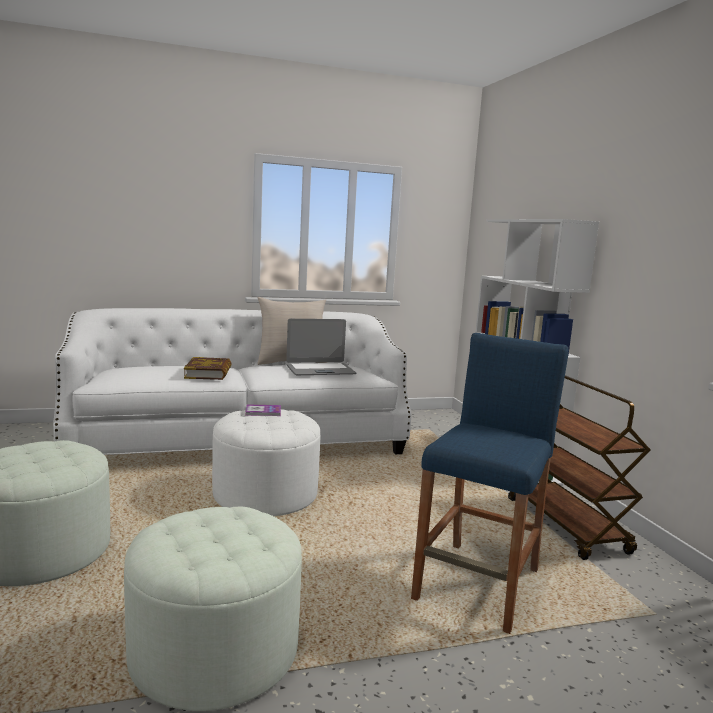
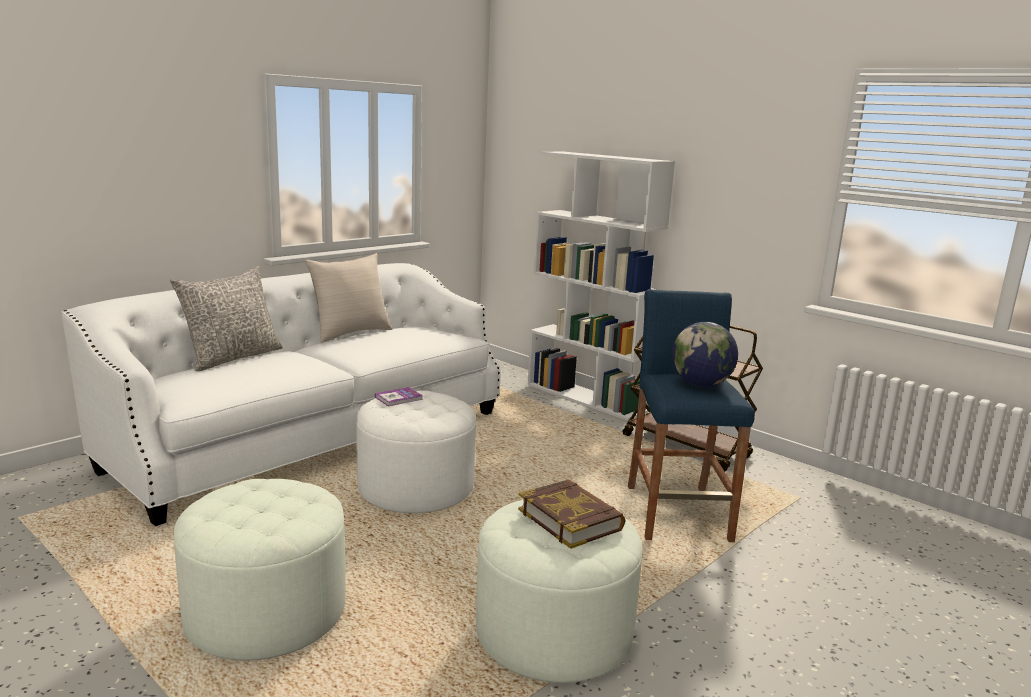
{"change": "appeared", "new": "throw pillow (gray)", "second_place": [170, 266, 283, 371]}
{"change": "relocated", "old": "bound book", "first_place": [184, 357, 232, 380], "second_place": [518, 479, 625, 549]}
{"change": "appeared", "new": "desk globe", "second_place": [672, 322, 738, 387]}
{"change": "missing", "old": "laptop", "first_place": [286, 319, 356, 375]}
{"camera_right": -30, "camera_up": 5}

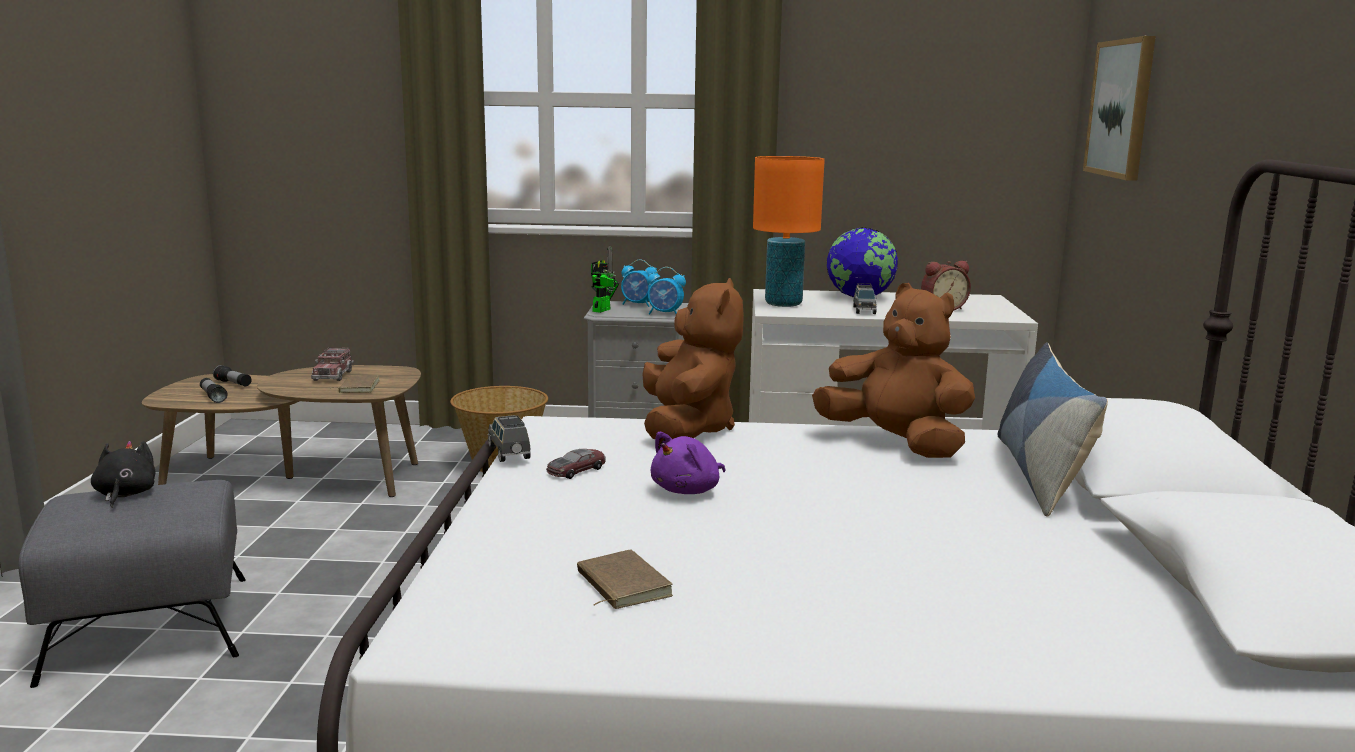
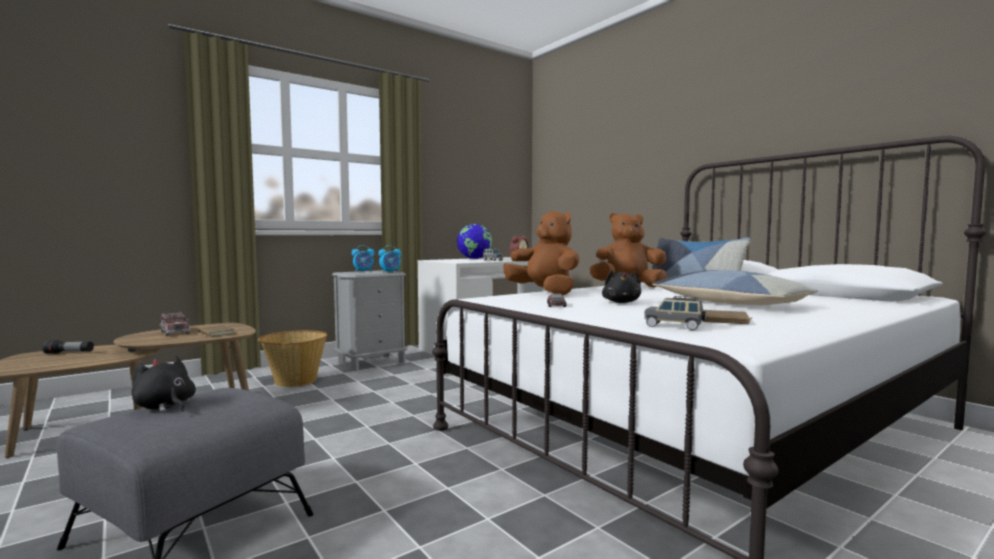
{"change": "colour", "old": "cuddly toy (purplish)", "new": "cuddly toy (black)", "first_place": [651, 431, 726, 494], "second_place": [602, 270, 641, 303]}
{"change": "relocated", "old": "miniature car (gray)", "first_place": [488, 415, 531, 462], "second_place": [644, 296, 706, 330]}
{"change": "appeared", "new": "throw pillow", "second_place": [652, 270, 818, 305]}
{"change": "missing", "old": "torch", "first_place": [200, 378, 228, 403]}
{"change": "missing", "old": "toy robot", "first_place": [591, 246, 619, 313]}
{"change": "missing", "old": "tabletop lamp (orangey)", "first_place": [753, 156, 825, 307]}
{"change": "missing", "old": "wall picture", "first_place": [1083, 36, 1156, 181]}
{"camera_right": -40, "camera_up": -10}

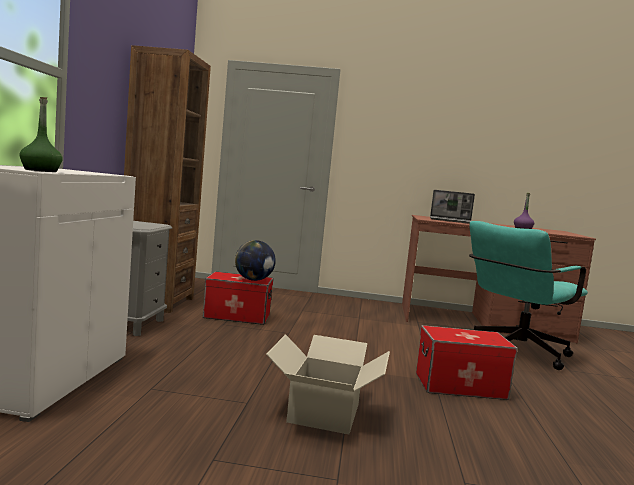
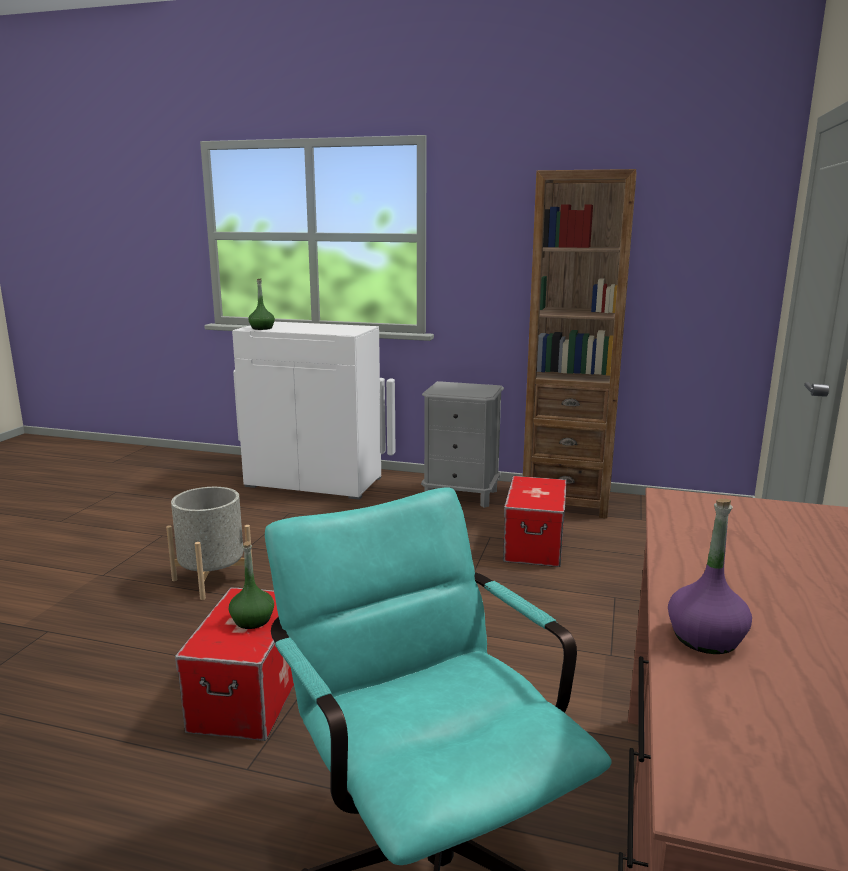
{"change": "exchanged", "old": "packing box", "new": "planter (gray)", "first_place": [266, 335, 390, 434], "second_place": [166, 487, 253, 600]}
{"change": "appeared", "new": "bottle (green)", "second_place": [229, 541, 274, 629]}
{"change": "missing", "old": "desk globe", "first_place": [235, 240, 276, 281]}
{"change": "missing", "old": "laptop", "first_place": [430, 190, 475, 224]}
{"camera_right": 100, "camera_up": 10}

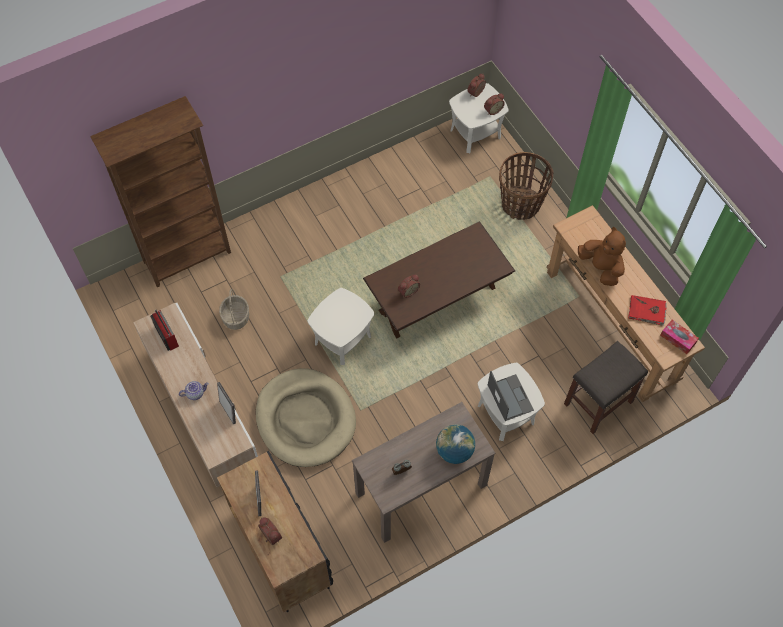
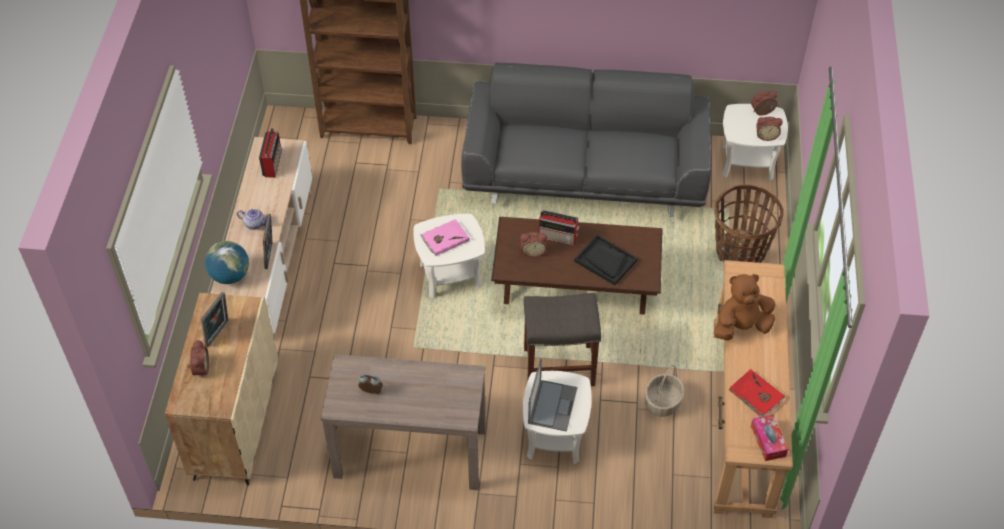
{"change": "colour", "old": "cupboard (black)", "new": "cupboard (sand-coloured)", "first_place": [217, 451, 333, 612], "second_place": [165, 293, 278, 485]}
{"change": "relocated", "old": "desk globe", "first_place": [436, 424, 476, 464], "second_place": [205, 241, 249, 284]}
{"change": "appeared", "new": "bound book (pink)", "second_place": [420, 219, 470, 256]}
{"change": "appeared", "new": "sofa (gray)", "second_place": [461, 63, 711, 217]}
{"change": "relocated", "old": "stool (gray)", "first_place": [564, 341, 648, 434], "second_place": [524, 293, 601, 386]}
{"change": "appeared", "new": "radio receiver", "second_place": [539, 210, 579, 246]}
{"change": "appeared", "new": "carrying tray (black)", "second_place": [574, 235, 638, 285]}
{"change": "relocated", "old": "household basket", "first_place": [219, 289, 249, 330], "second_place": [645, 365, 685, 417]}
{"change": "spun", "old": "cuddly toy (brown)", "first_place": [578, 227, 626, 286], "second_place": [714, 274, 776, 341], "degrees": -105}
{"change": "missing", "old": "pet bed (sand-coloured)", "first_place": [256, 368, 356, 467]}
{"camera_right": 35, "camera_up": -10}

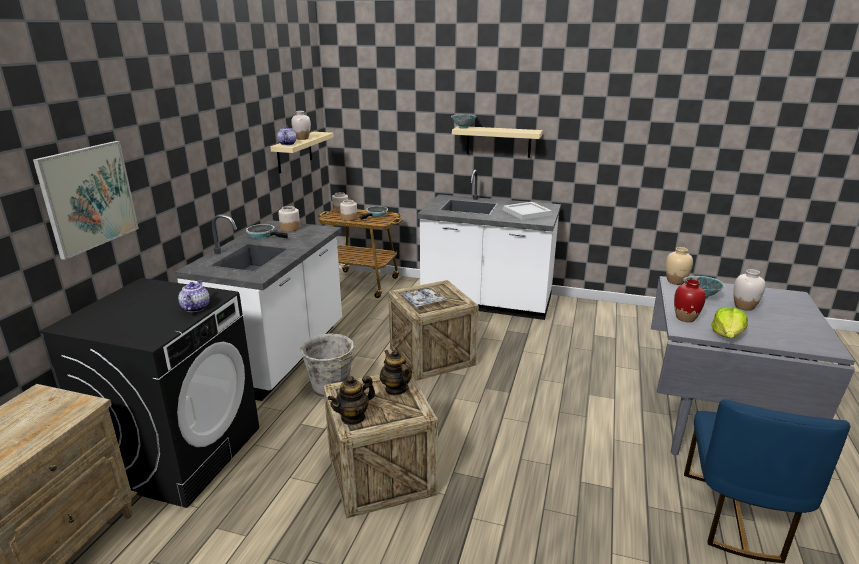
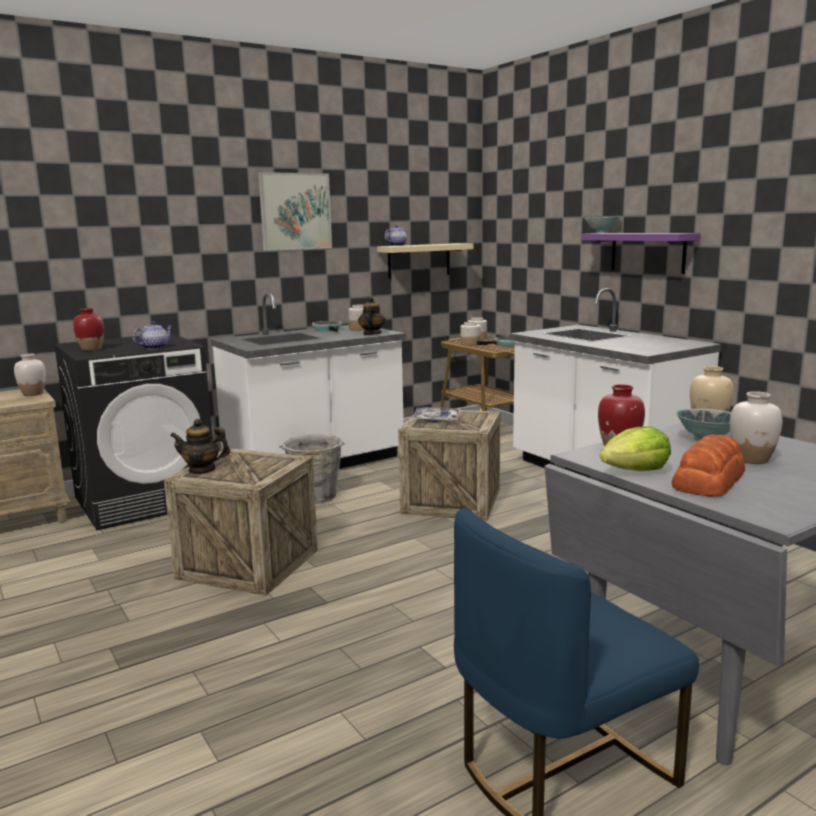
{"change": "relocated", "old": "vase (whitish)", "first_place": [291, 111, 311, 140], "second_place": [14, 354, 46, 396]}
{"change": "appeared", "new": "vase (red)", "second_place": [73, 308, 104, 351]}
{"change": "relocated", "old": "wall picture", "first_place": [33, 141, 139, 260], "second_place": [258, 172, 332, 251]}
{"change": "relocated", "old": "teapot", "first_place": [380, 350, 412, 395], "second_place": [358, 296, 386, 335]}
{"change": "colour", "old": "shelf (sand-coloured)", "new": "shelf (purplish)", "first_place": [452, 126, 543, 158], "second_place": [582, 233, 701, 274]}
{"change": "appeared", "new": "baked bread", "second_place": [671, 434, 745, 497]}
{"change": "missing", "old": "carrying tray (whitish)", "first_place": [503, 202, 552, 220]}
{"camera_right": 40, "camera_up": -10}

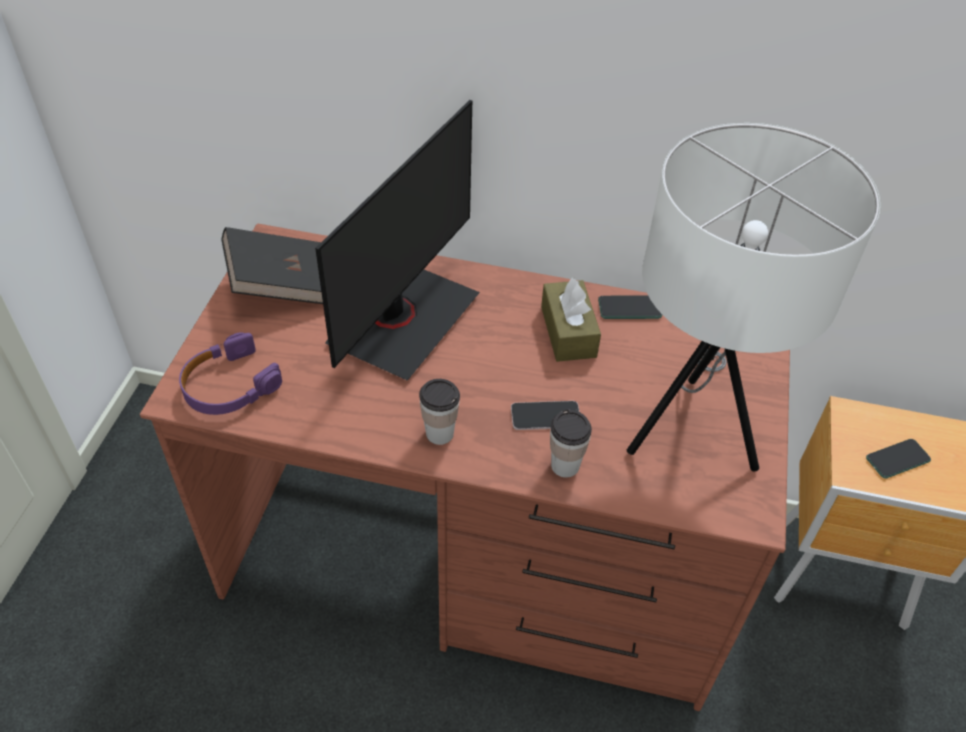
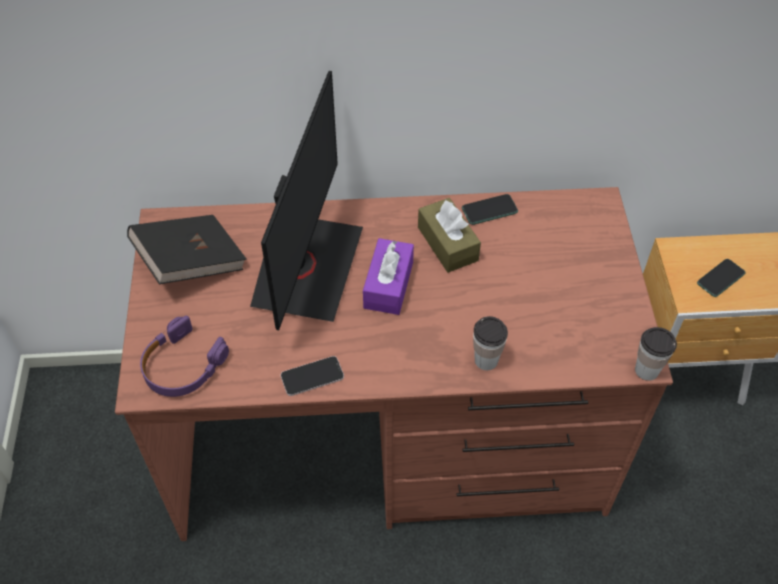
{"change": "relocated", "old": "phone", "first_place": [511, 401, 579, 430], "second_place": [280, 356, 344, 396]}
{"change": "appeared", "new": "box of tissues (purplish)", "second_place": [363, 238, 414, 315]}
{"change": "relocated", "old": "small cup", "first_place": [419, 379, 460, 445], "second_place": [635, 327, 677, 381]}
{"change": "missing", "old": "tabletop lamp (whitish)", "first_place": [627, 123, 880, 472]}
{"camera_right": -15, "camera_up": 5}

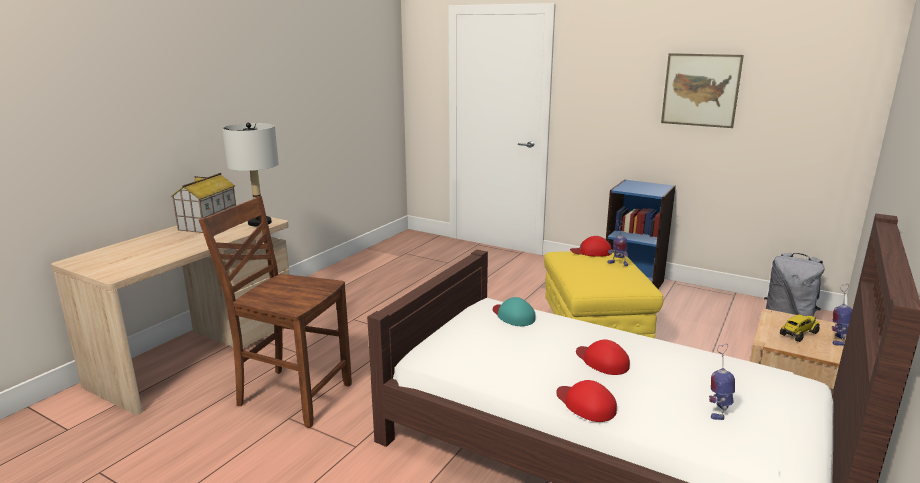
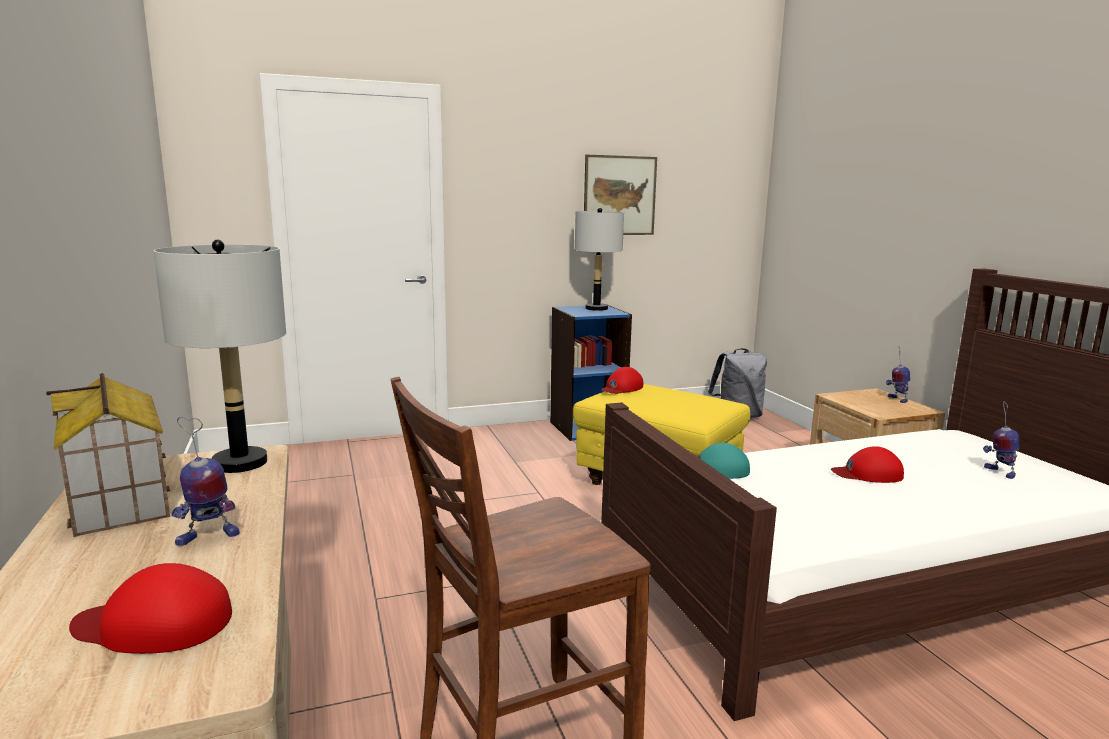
{"change": "relocated", "old": "cap (red)", "first_place": [556, 380, 617, 422], "second_place": [69, 563, 232, 654]}
{"change": "relocated", "old": "toy robot", "first_place": [607, 220, 628, 266], "second_place": [171, 417, 240, 546]}
{"change": "appeared", "new": "tabletop lamp (gray)", "second_place": [575, 208, 624, 311]}
{"change": "missing", "old": "model truck", "first_place": [780, 314, 820, 342]}
{"camera_right": -50, "camera_up": -5}

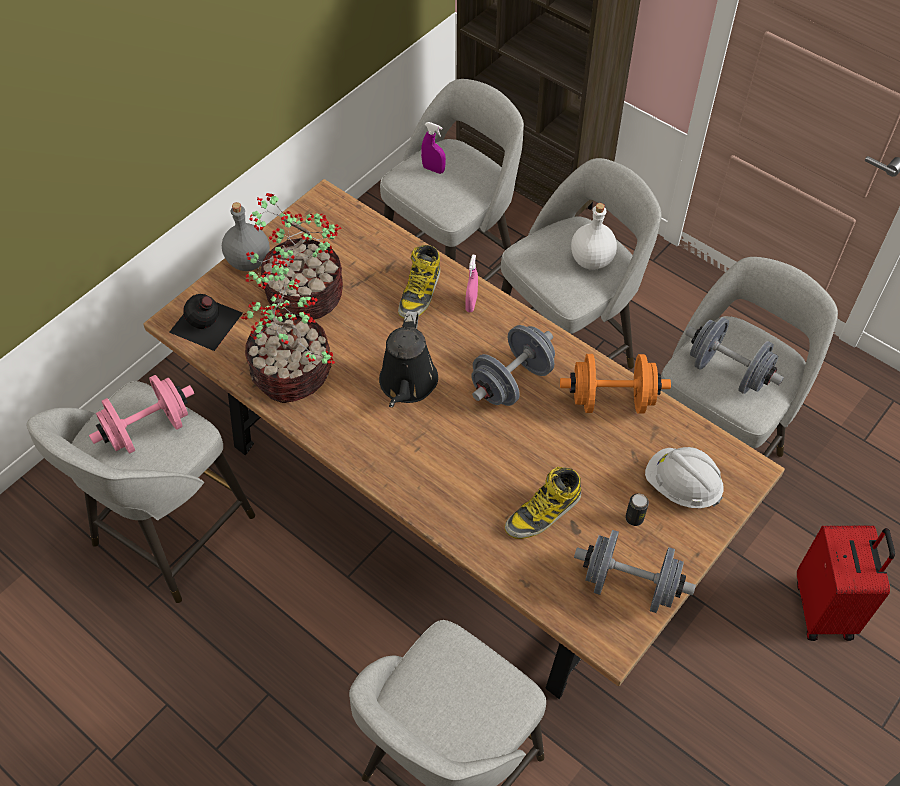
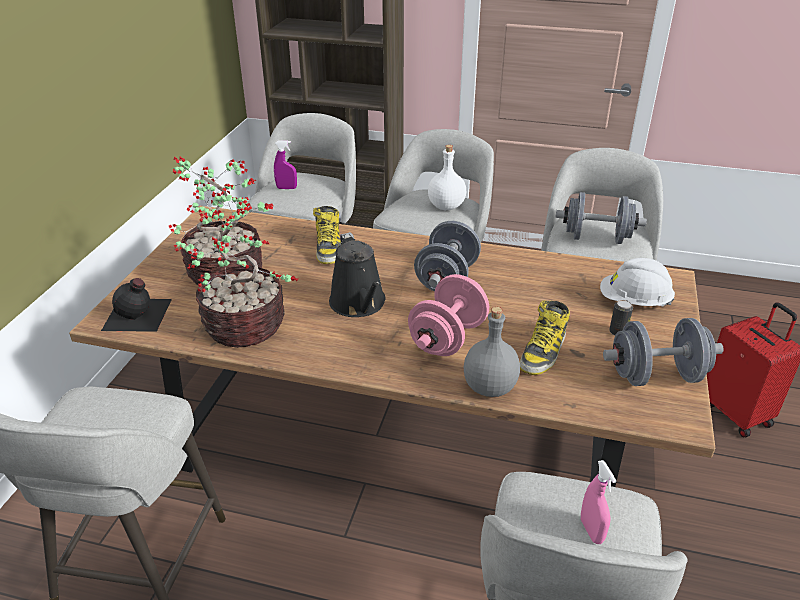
{"change": "relocated", "old": "free weight (pink)", "first_place": [89, 375, 194, 454], "second_place": [408, 274, 489, 356]}
{"change": "relocated", "old": "bottle (gray)", "first_place": [222, 202, 270, 271], "second_place": [464, 307, 520, 397]}
{"change": "relocated", "old": "hand sprayer (pink)", "first_place": [465, 255, 478, 312], "second_place": [581, 460, 616, 544]}
{"change": "missing", "old": "free weight (orangey)", "first_place": [560, 354, 671, 414]}
{"camera_right": -25, "camera_up": -20}

